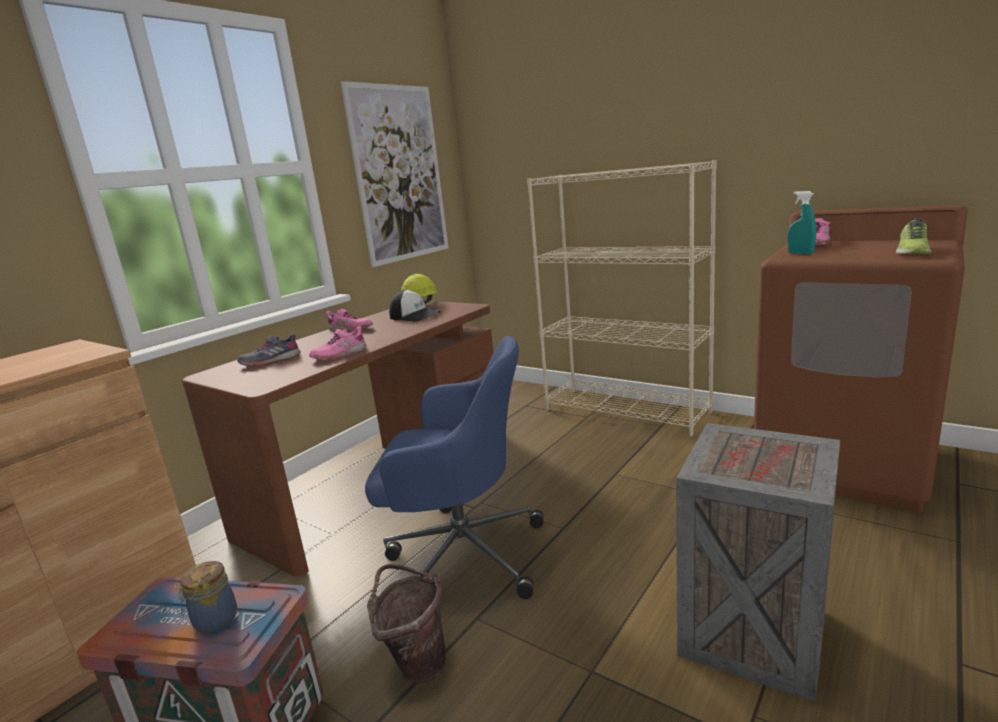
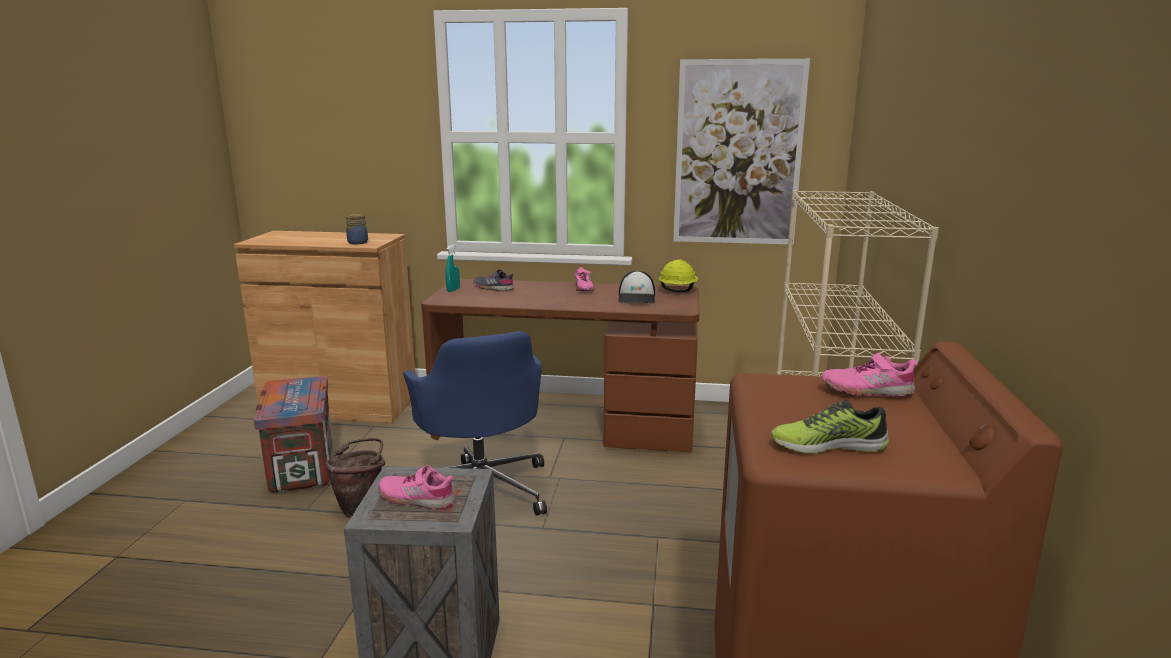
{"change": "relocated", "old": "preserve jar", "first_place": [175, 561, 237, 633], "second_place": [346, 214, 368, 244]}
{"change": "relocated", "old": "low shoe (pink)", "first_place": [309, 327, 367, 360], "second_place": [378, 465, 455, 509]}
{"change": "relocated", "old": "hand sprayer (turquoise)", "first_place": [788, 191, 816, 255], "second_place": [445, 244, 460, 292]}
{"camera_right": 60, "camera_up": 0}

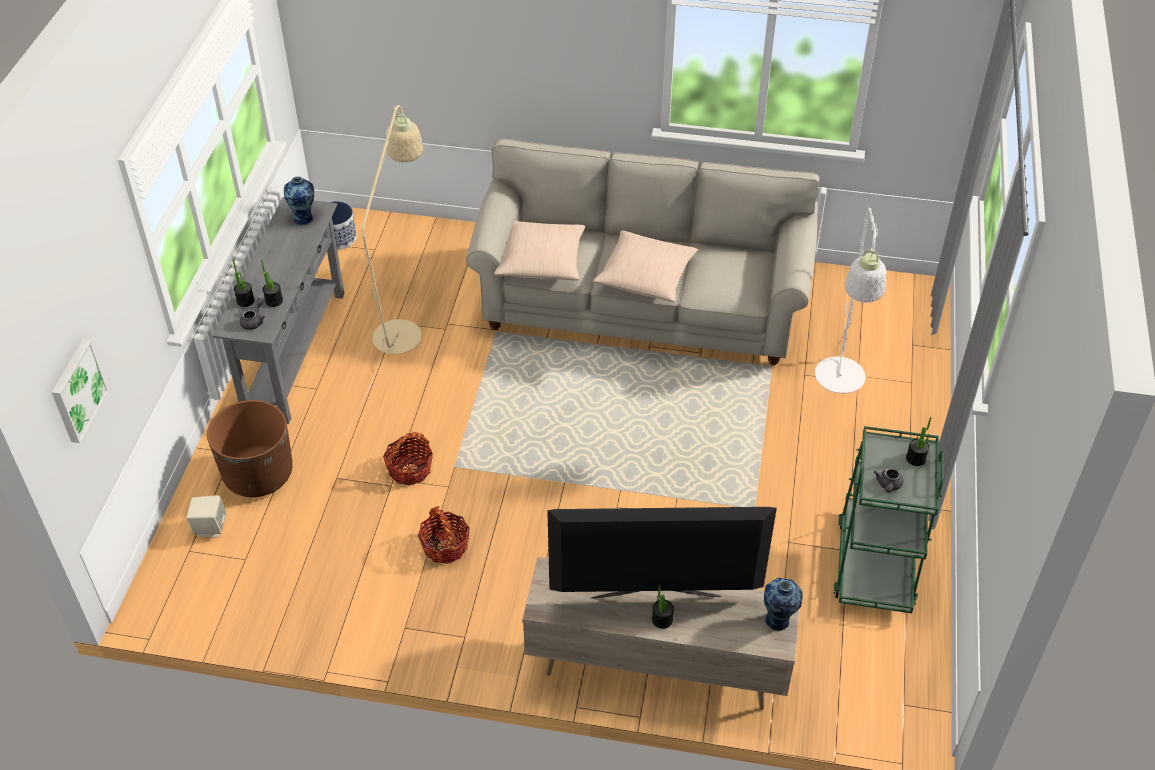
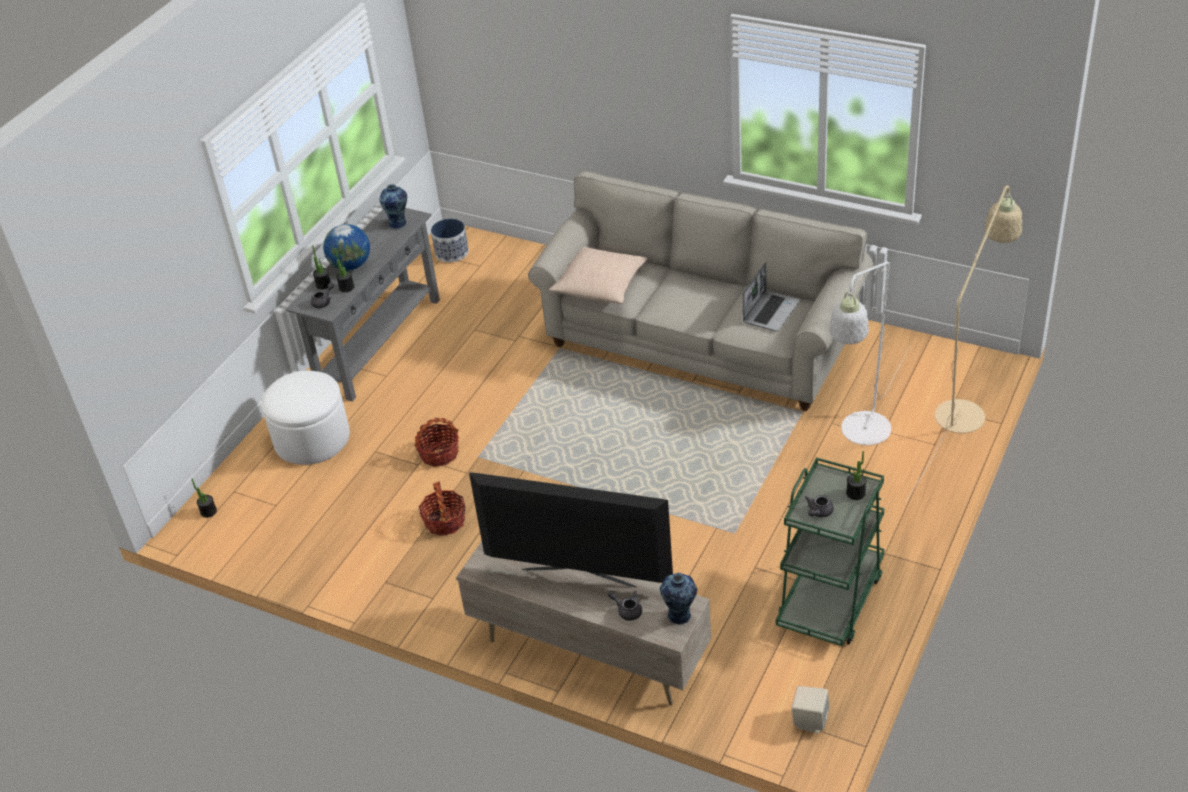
{"change": "relocated", "old": "plant in a pot", "first_place": [652, 585, 674, 629], "second_place": [191, 478, 217, 518]}
{"change": "exchanged", "old": "planter (brown)", "new": "pouffe (whitish)", "first_place": [207, 400, 293, 497], "second_place": [261, 371, 350, 465]}
{"change": "appeared", "new": "desk globe", "second_place": [323, 224, 370, 271]}
{"change": "appeared", "new": "teapot (gray)", "second_place": [608, 591, 642, 621]}
{"change": "appeared", "new": "laptop", "second_place": [743, 262, 800, 332]}
{"change": "relocated", "old": "loudspeaker (sand-coloured)", "first_place": [186, 496, 226, 538], "second_place": [792, 686, 829, 733]}
{"change": "relocated", "old": "standard lamp (sand-coloured)", "first_place": [345, 105, 423, 435], "second_place": [905, 185, 1022, 503]}
{"change": "missing", "old": "wall picture", "first_place": [51, 339, 109, 443]}
{"change": "missing", "old": "throw pillow (sand-coloured)", "first_place": [593, 230, 698, 302]}
{"camera_right": 20, "camera_up": -5}

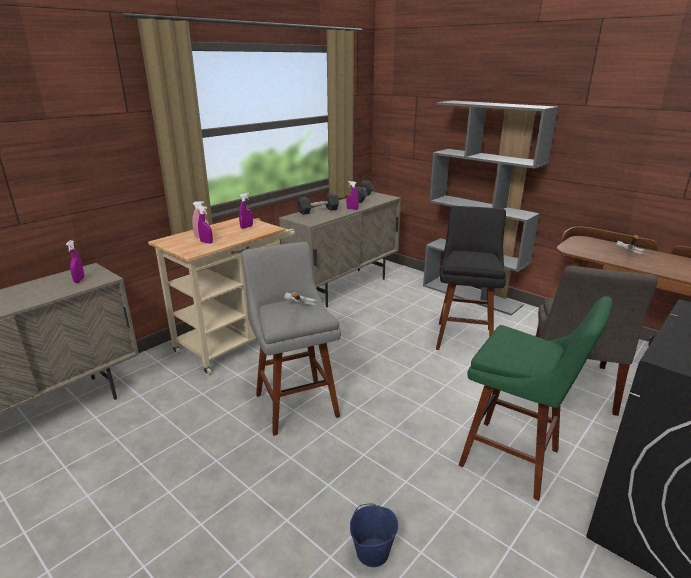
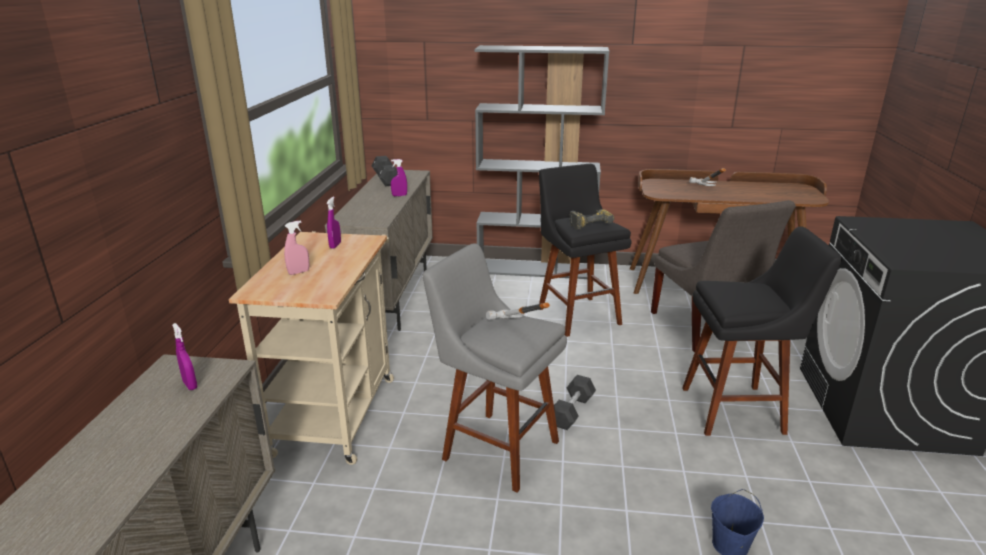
{"change": "relocated", "old": "free weight (black)", "first_place": [297, 193, 339, 215], "second_place": [554, 375, 596, 430]}
{"change": "appeared", "new": "electric drill", "second_place": [570, 209, 614, 230]}
{"change": "colour", "old": "stool (green)", "new": "stool (black)", "first_place": [458, 296, 613, 501], "second_place": [682, 226, 842, 436]}
{"change": "missing", "old": "hand sprayer (purplish)", "first_place": [198, 206, 213, 244]}
{"camera_right": -35, "camera_up": 0}

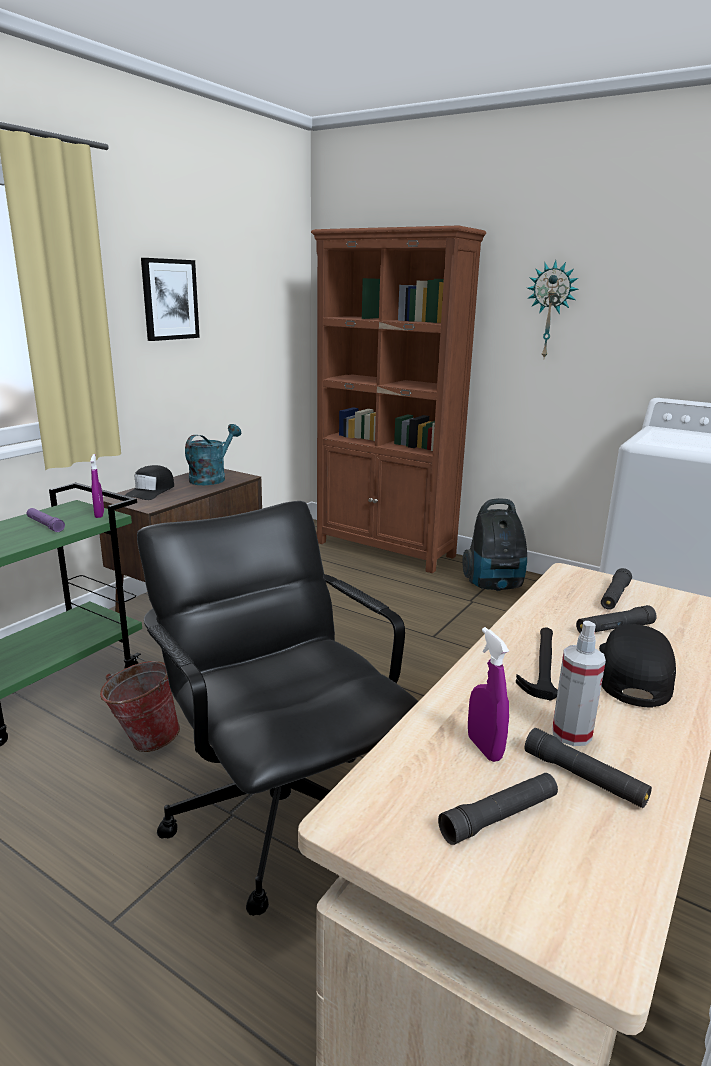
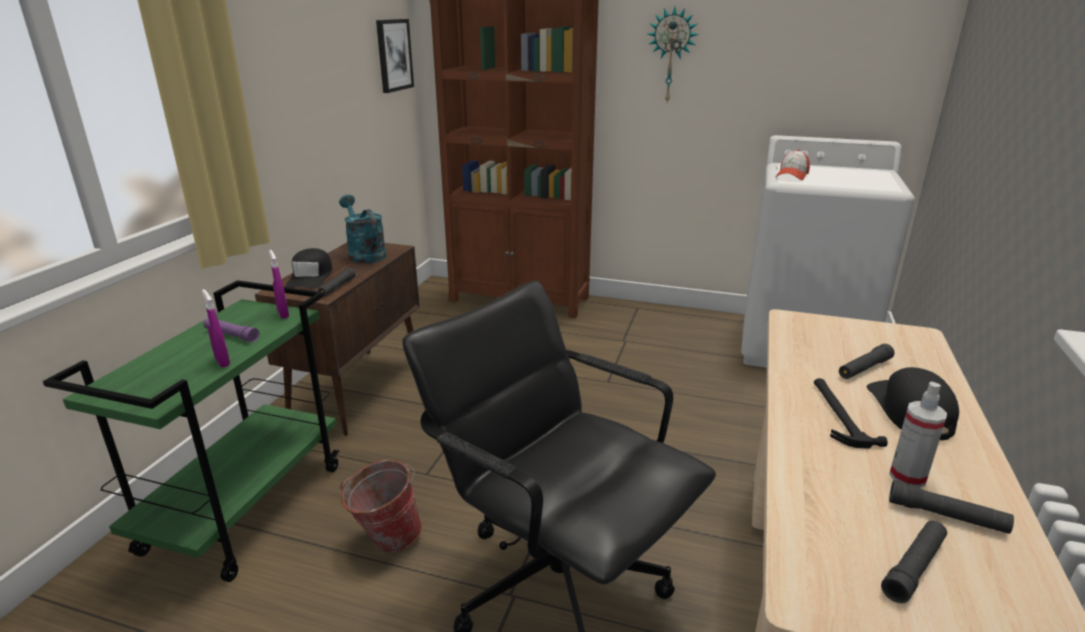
{"change": "relocated", "old": "hand sprayer (purplish)", "first_place": [468, 627, 509, 762], "second_place": [202, 289, 230, 367]}
{"change": "relocated", "old": "torch (black)", "first_place": [601, 568, 632, 610], "second_place": [318, 268, 356, 297]}
{"change": "spun", "old": "watering pot (turquoise)", "first_place": [185, 424, 241, 485], "second_place": [339, 195, 386, 263], "degrees": -45}
{"change": "relocated", "old": "wall picture", "first_place": [141, 258, 200, 341], "second_place": [376, 19, 414, 93]}
{"change": "appeared", "new": "cap", "second_place": [776, 150, 810, 180]}
{"change": "missing", "old": "vacuum", "first_place": [462, 498, 527, 591]}
{"camera_right": -15, "camera_up": 5}

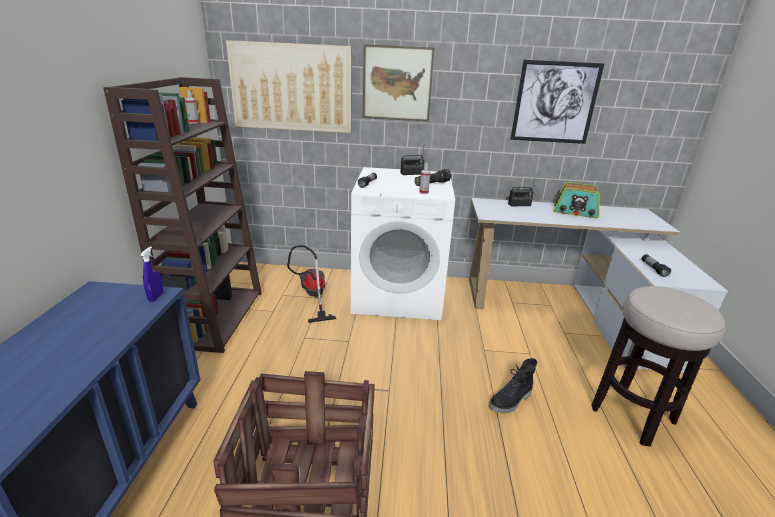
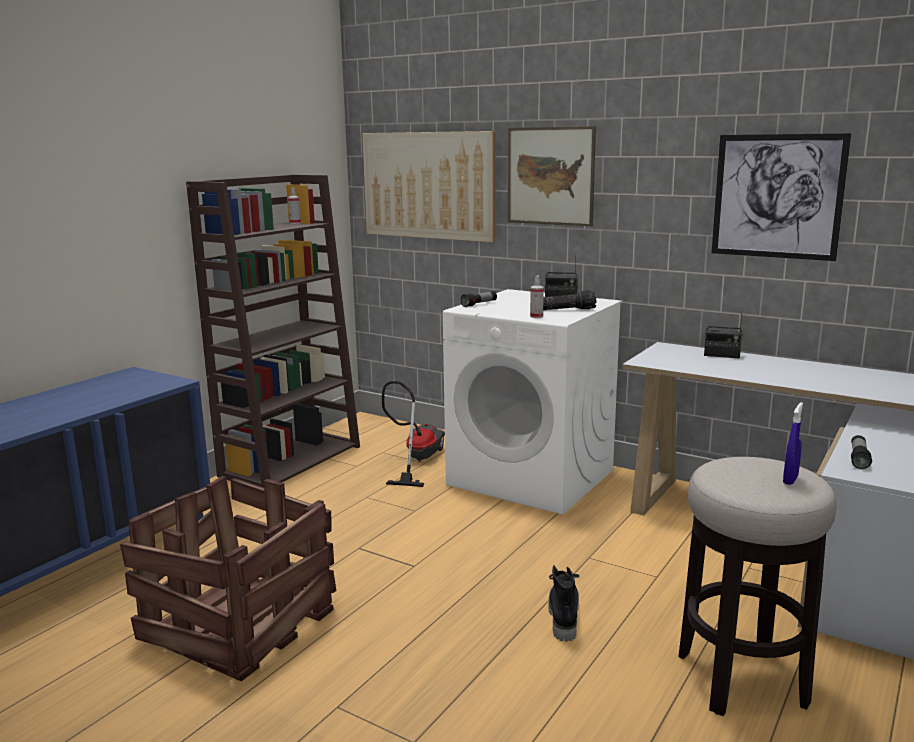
{"change": "spun", "old": "boot (black)", "first_place": [489, 358, 537, 413], "second_place": [548, 565, 579, 642], "degrees": 105}
{"change": "relocated", "old": "hand sprayer (bluish)", "first_place": [140, 246, 163, 302], "second_place": [783, 402, 803, 485]}
{"change": "missing", "old": "radio receiver", "first_place": [554, 182, 600, 218]}
{"camera_right": 30, "camera_up": -10}

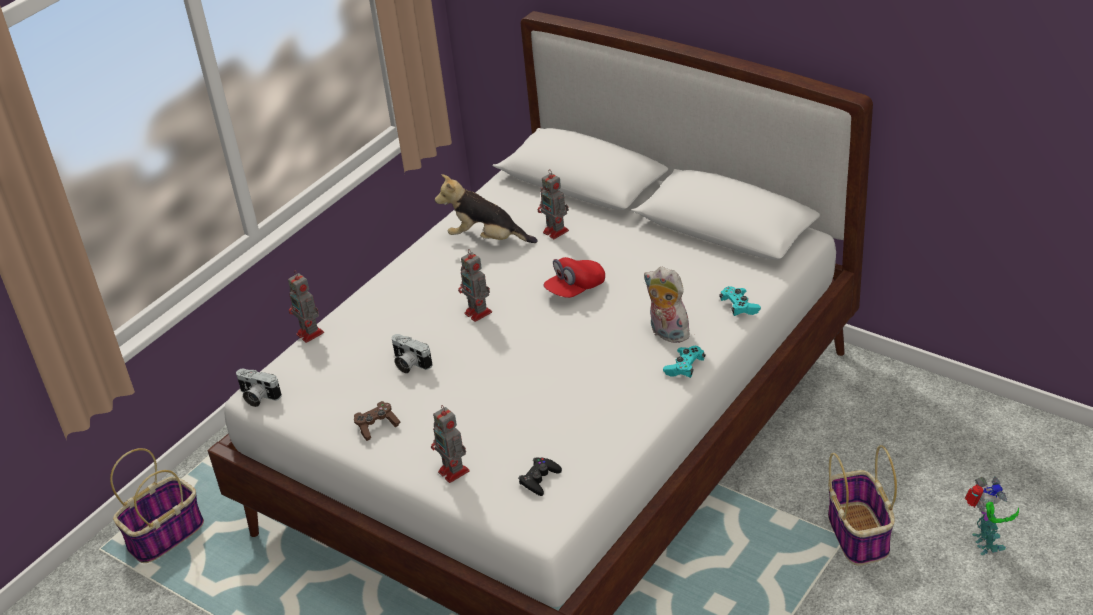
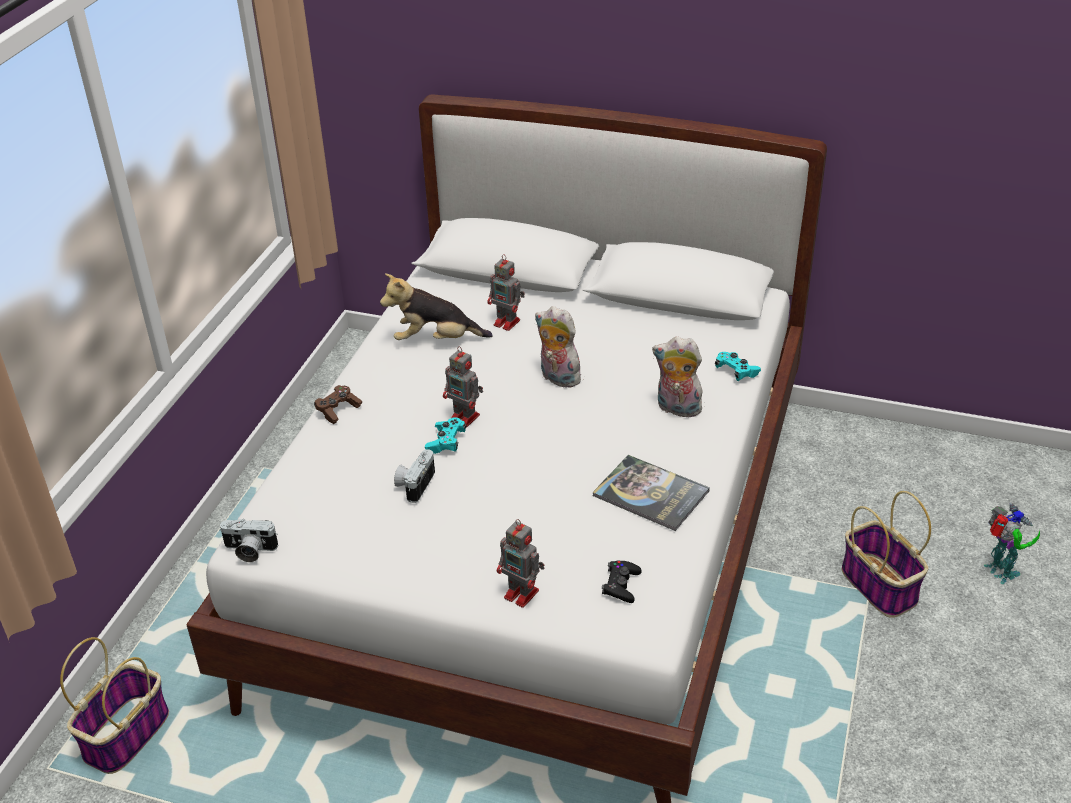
{"change": "relocated", "old": "joypad (brown)", "first_place": [354, 401, 400, 441], "second_place": [314, 385, 362, 424]}
{"change": "spun", "old": "still camera", "first_place": [392, 334, 433, 373], "second_place": [394, 449, 435, 503], "degrees": 90}
{"change": "relocated", "old": "joypad (turquoise)", "first_place": [663, 346, 706, 378], "second_place": [425, 417, 467, 454]}
{"change": "exchanged", "old": "cap (red)", "new": "cuddly toy", "first_place": [543, 257, 605, 298], "second_place": [535, 306, 581, 388]}
{"change": "appeared", "new": "bound book", "second_place": [593, 455, 710, 531]}
{"change": "missing", "old": "toy robot", "first_place": [288, 271, 324, 343]}
{"camera_right": -20, "camera_up": 0}

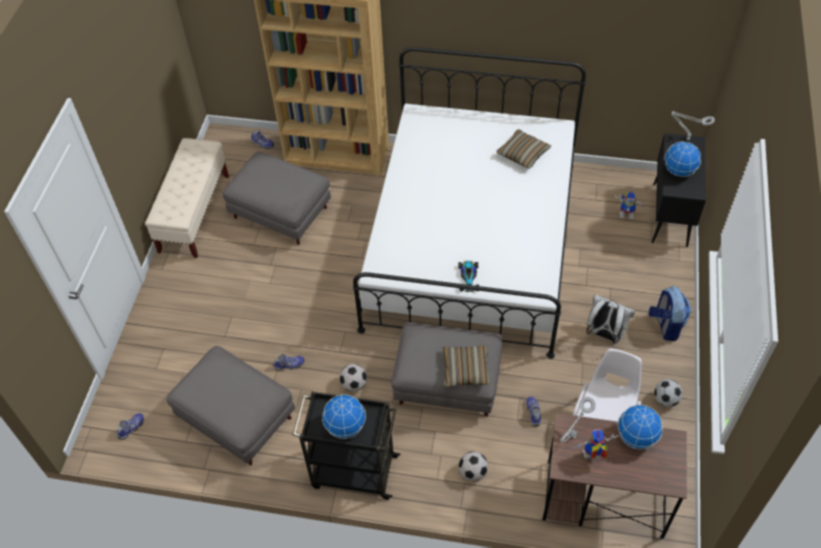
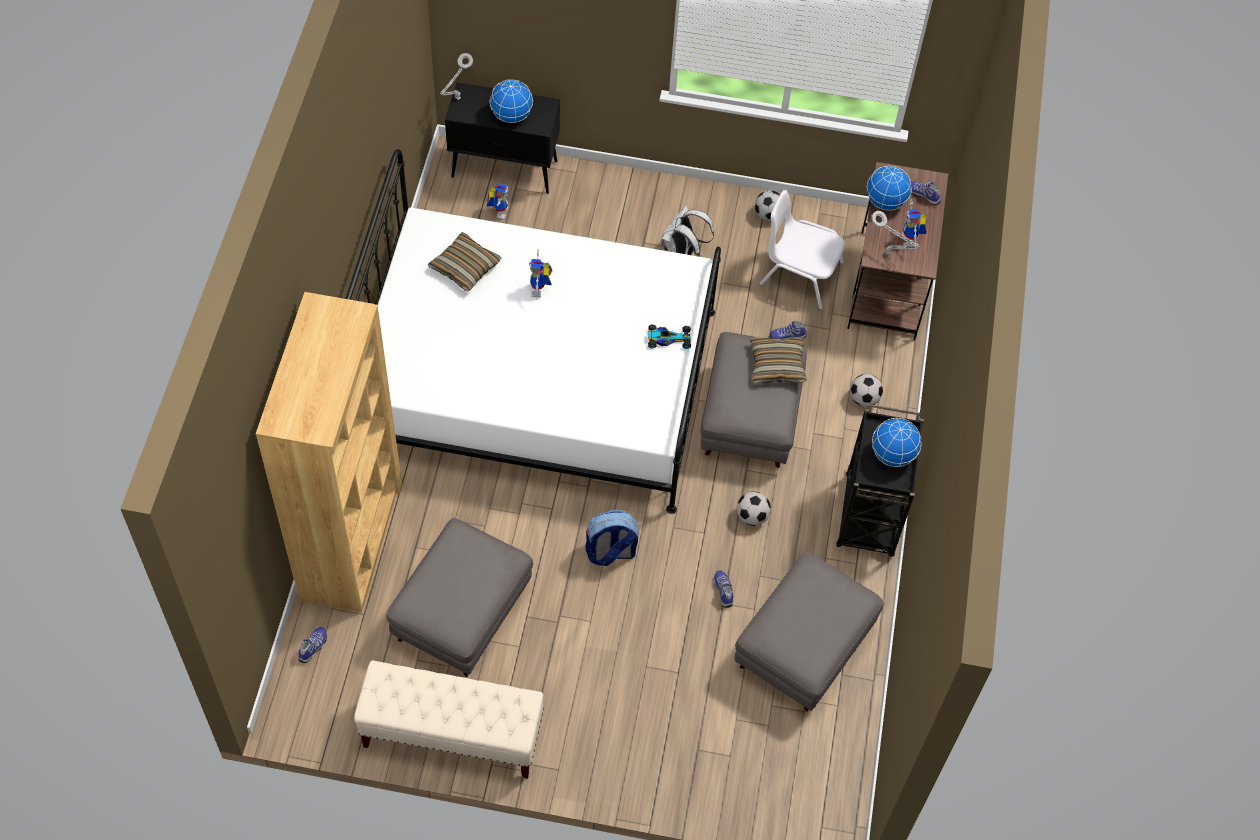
{"change": "appeared", "new": "toy robot", "second_place": [529, 249, 552, 299]}
{"change": "relocated", "old": "rucksack", "first_place": [649, 286, 691, 341], "second_place": [585, 510, 638, 566]}
{"change": "relocated", "old": "low shoe", "first_place": [117, 413, 144, 440], "second_place": [910, 181, 941, 205]}
{"camera_right": -95, "camera_up": 5}

